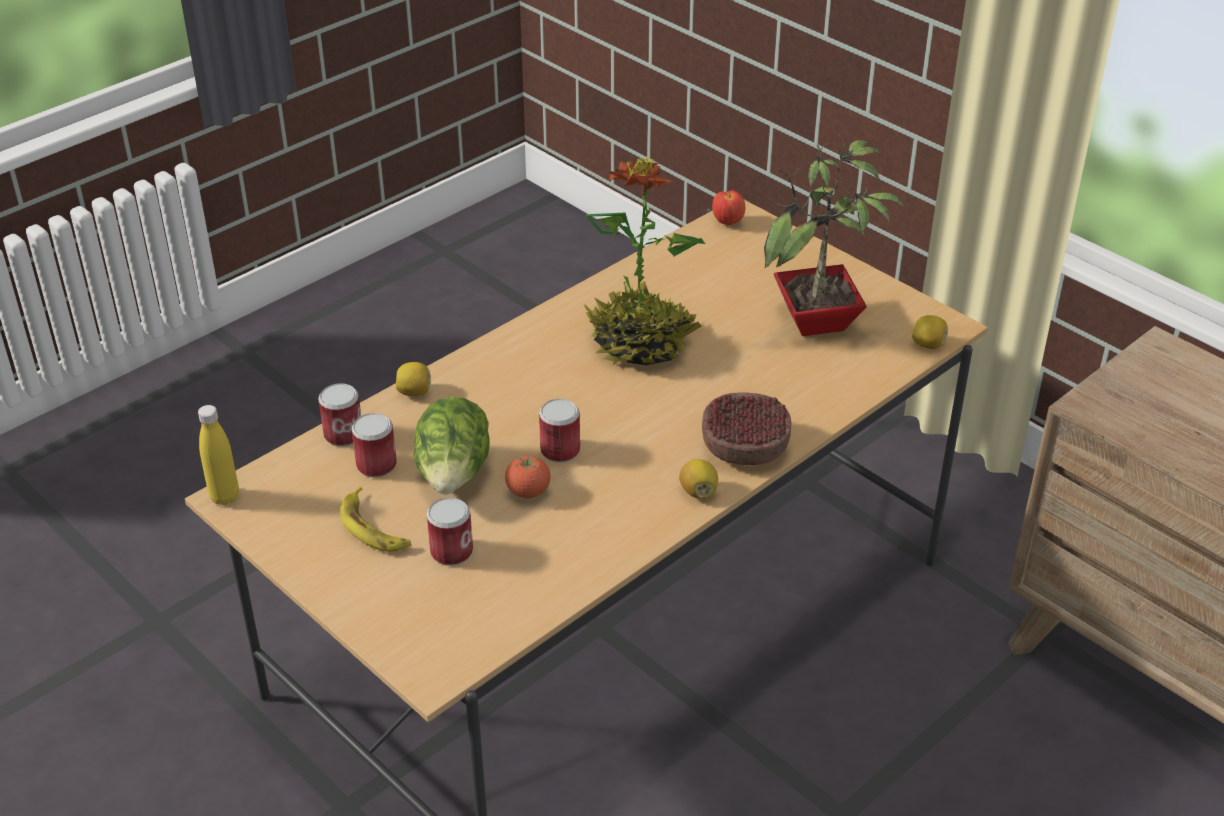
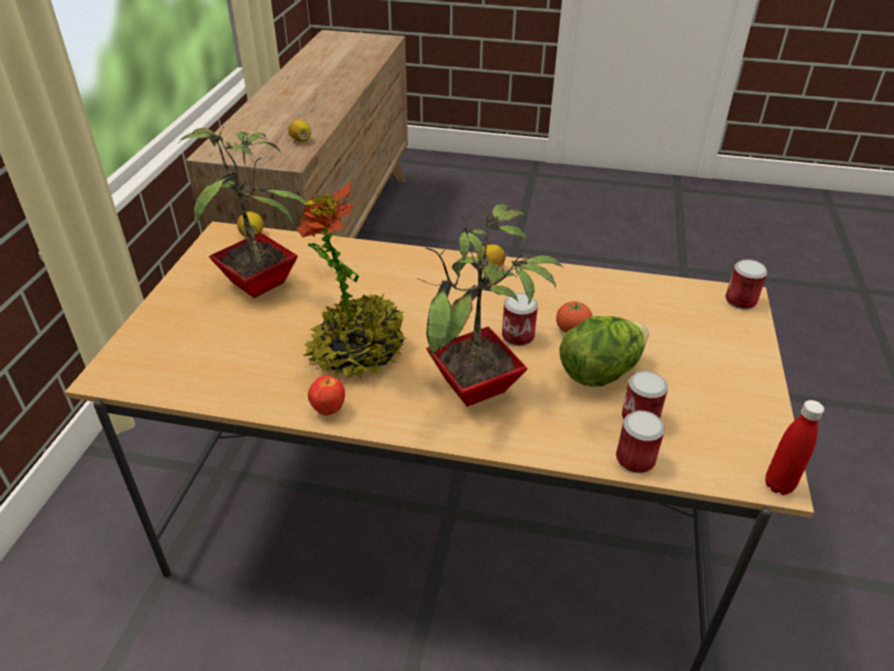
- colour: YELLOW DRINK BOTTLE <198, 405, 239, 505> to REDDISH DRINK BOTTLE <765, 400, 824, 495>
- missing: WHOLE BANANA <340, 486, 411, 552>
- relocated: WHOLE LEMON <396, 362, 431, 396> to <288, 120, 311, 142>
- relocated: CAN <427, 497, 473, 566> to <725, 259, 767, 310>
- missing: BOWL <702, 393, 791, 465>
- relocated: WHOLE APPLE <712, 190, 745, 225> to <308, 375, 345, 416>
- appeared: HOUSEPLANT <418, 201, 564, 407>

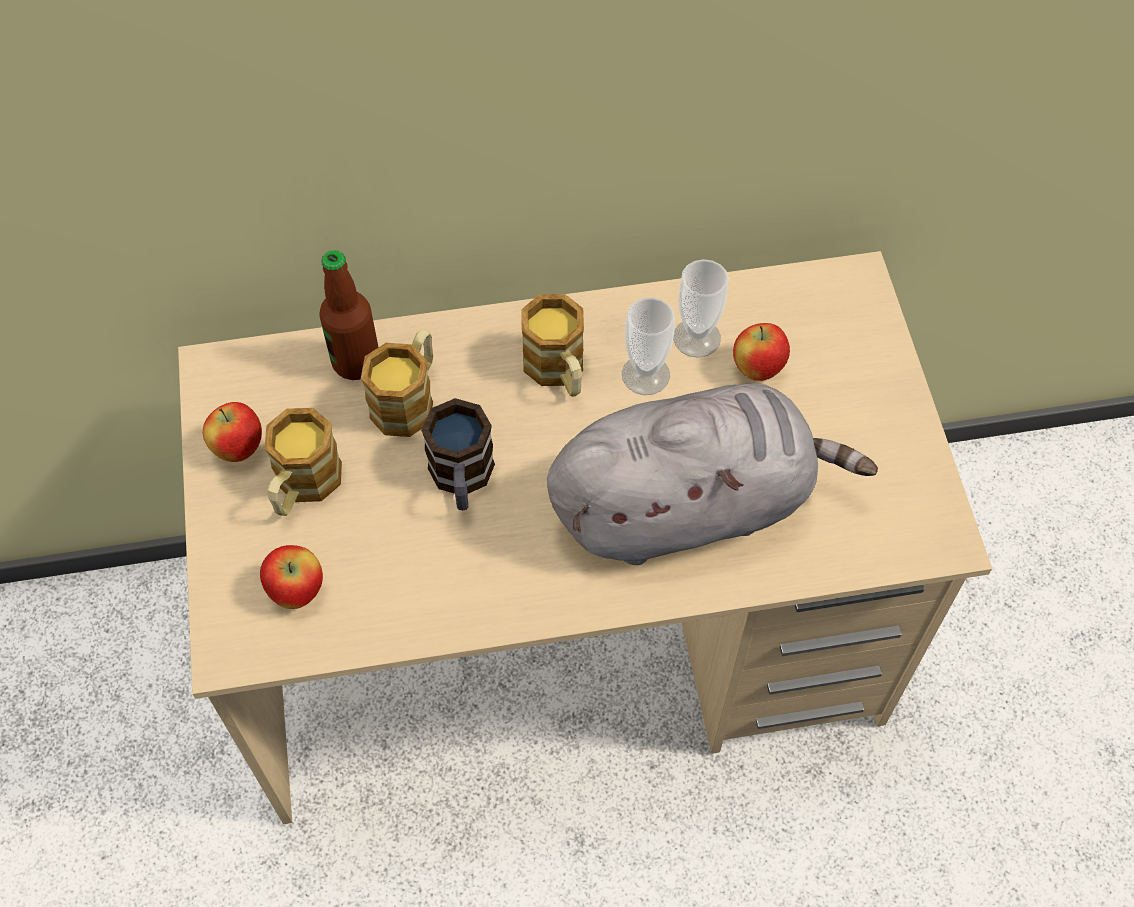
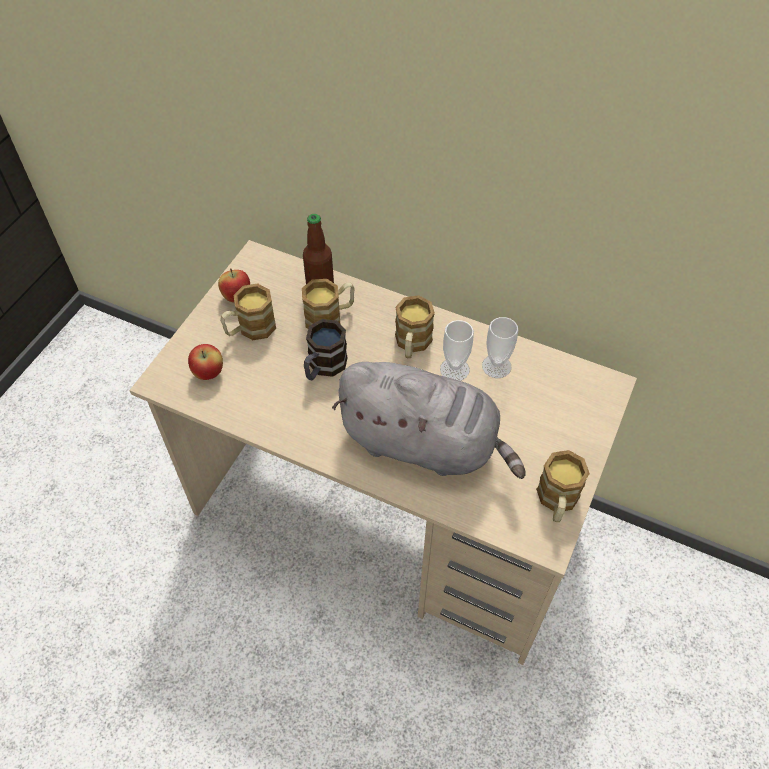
- missing: WHOLE APPLE <733, 323, 790, 381>
- appeared: MUG <536, 450, 590, 522>

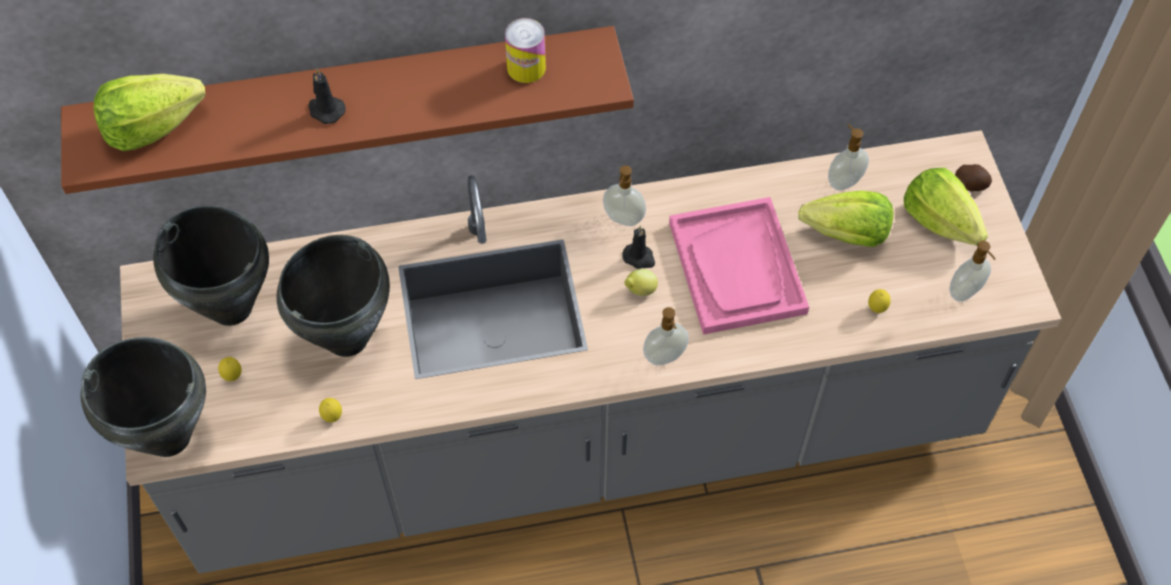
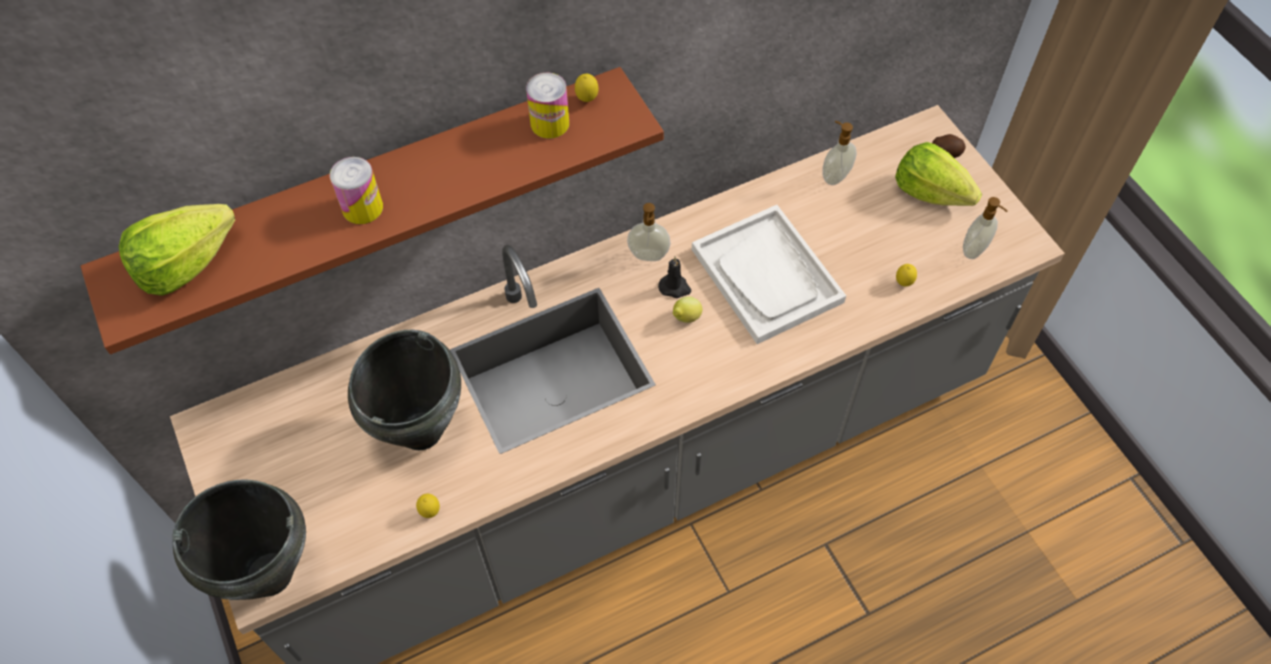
- missing: BLACK SAUCEPOT <153, 205, 269, 326>
- relocated: WHOLE LEMON <218, 357, 241, 381> to <575, 74, 599, 102>
- exchanged: BLACK CANDLE <308, 69, 346, 124> to CAN <330, 157, 383, 224>
- missing: LIQUID SOAP BOTTLE <643, 307, 689, 365>
- colour: PINK-COLOURED CARRYING TRAY <669, 197, 809, 335> to WHITISH CARRYING TRAY <692, 205, 846, 344>
- missing: HEAD OF LETTUCE <798, 191, 893, 247>

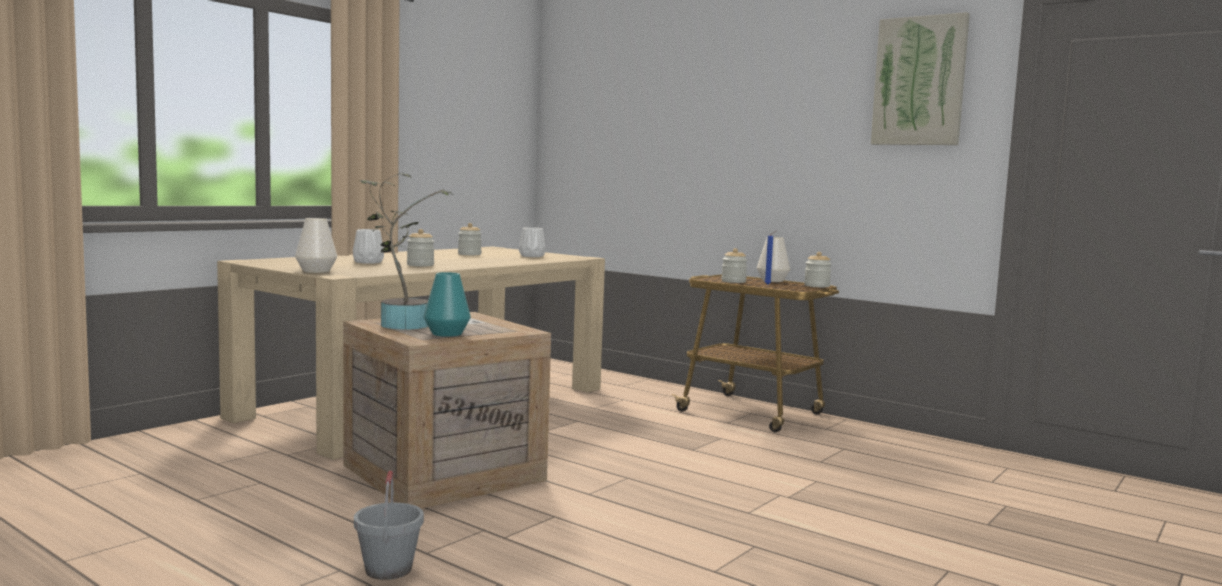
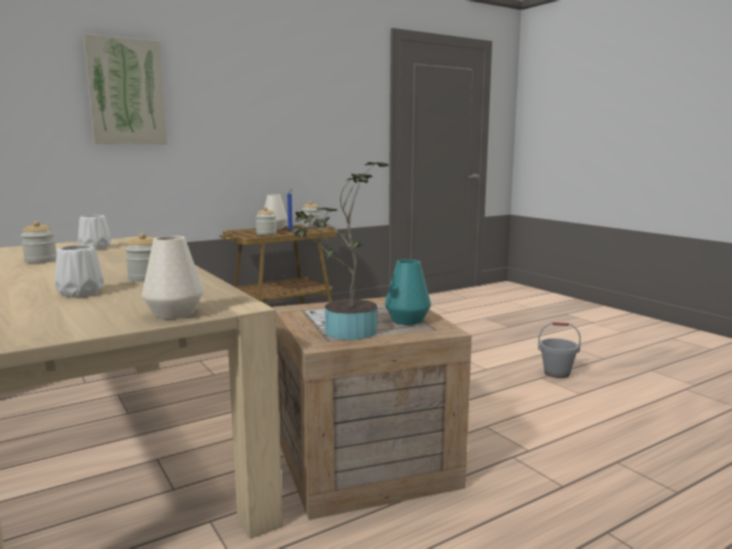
- relocated: GREYISH BUCKET <354, 470, 424, 580> to <538, 322, 581, 378>
- relocated: WALL PICTURE <871, 12, 970, 145> to <83, 34, 167, 144>

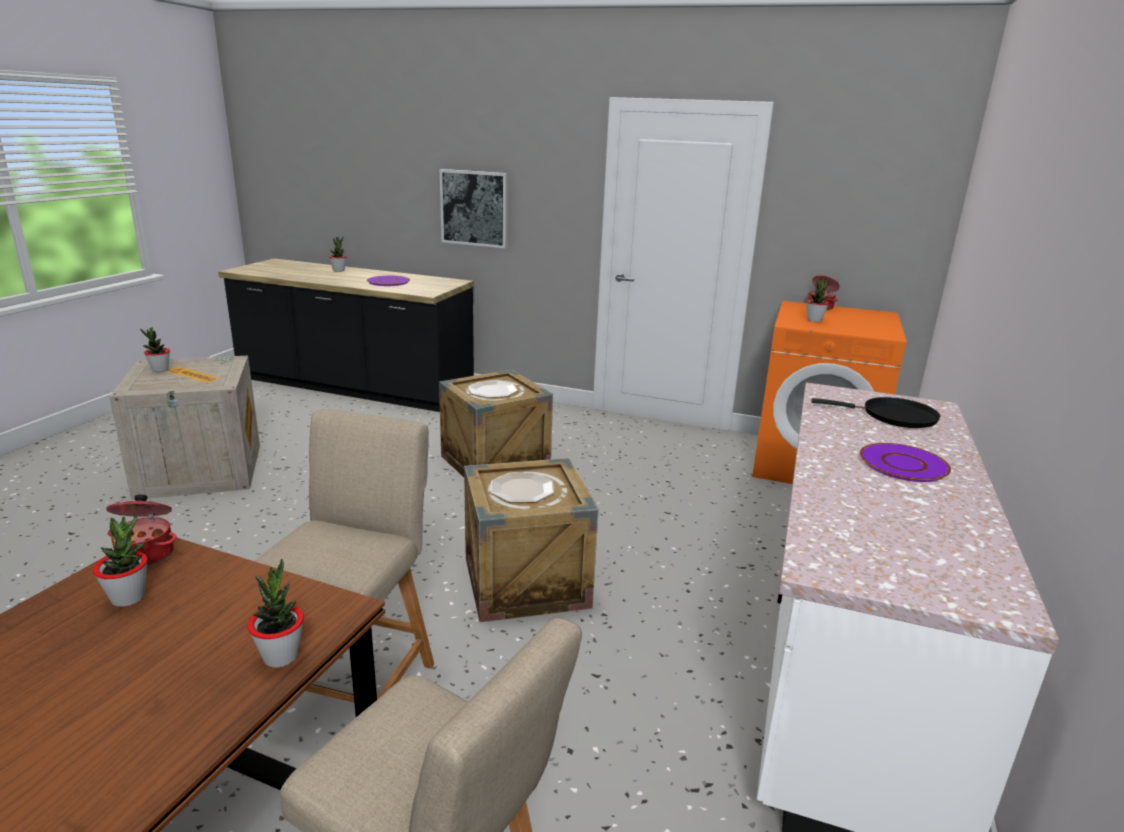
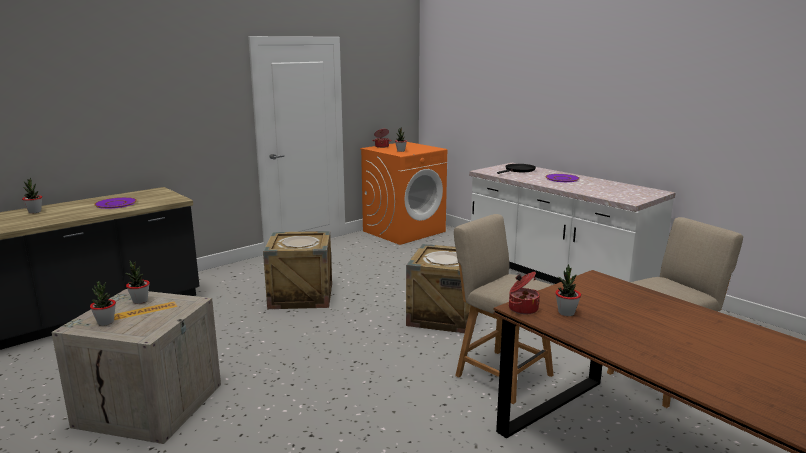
- relocated: HOUSEPLANT <247, 559, 304, 668> to <125, 260, 150, 304>
- missing: WALL PICTURE <440, 169, 508, 248>

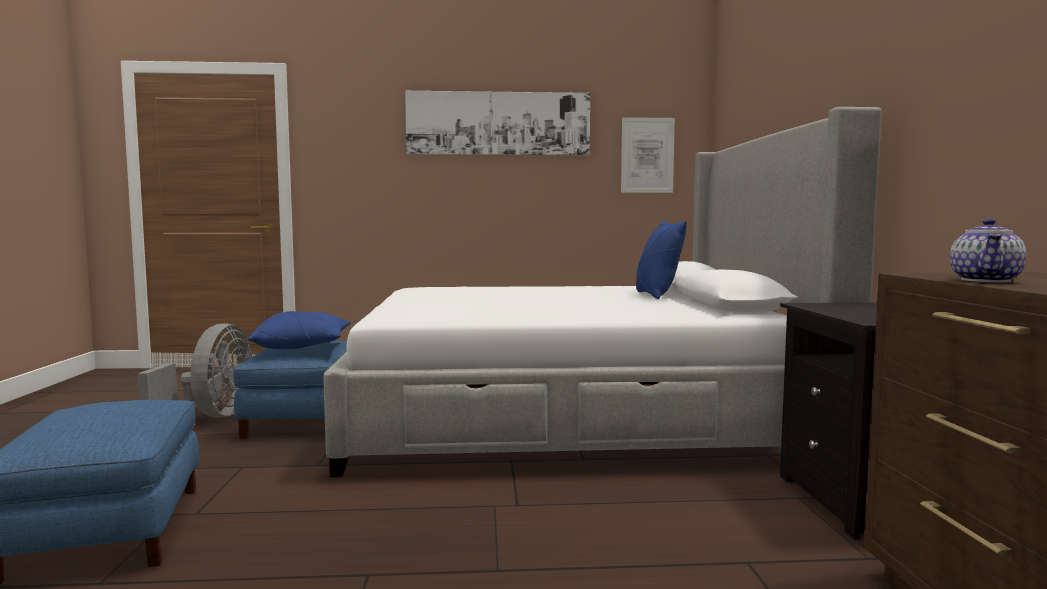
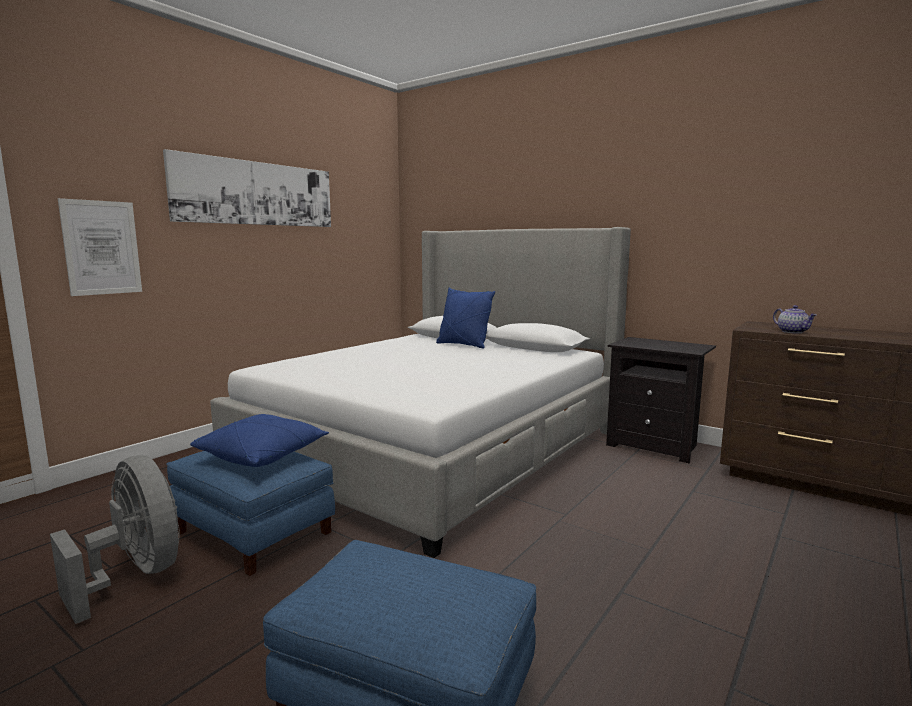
- relocated: WALL PICTURE <621, 117, 675, 193> to <58, 198, 142, 296>

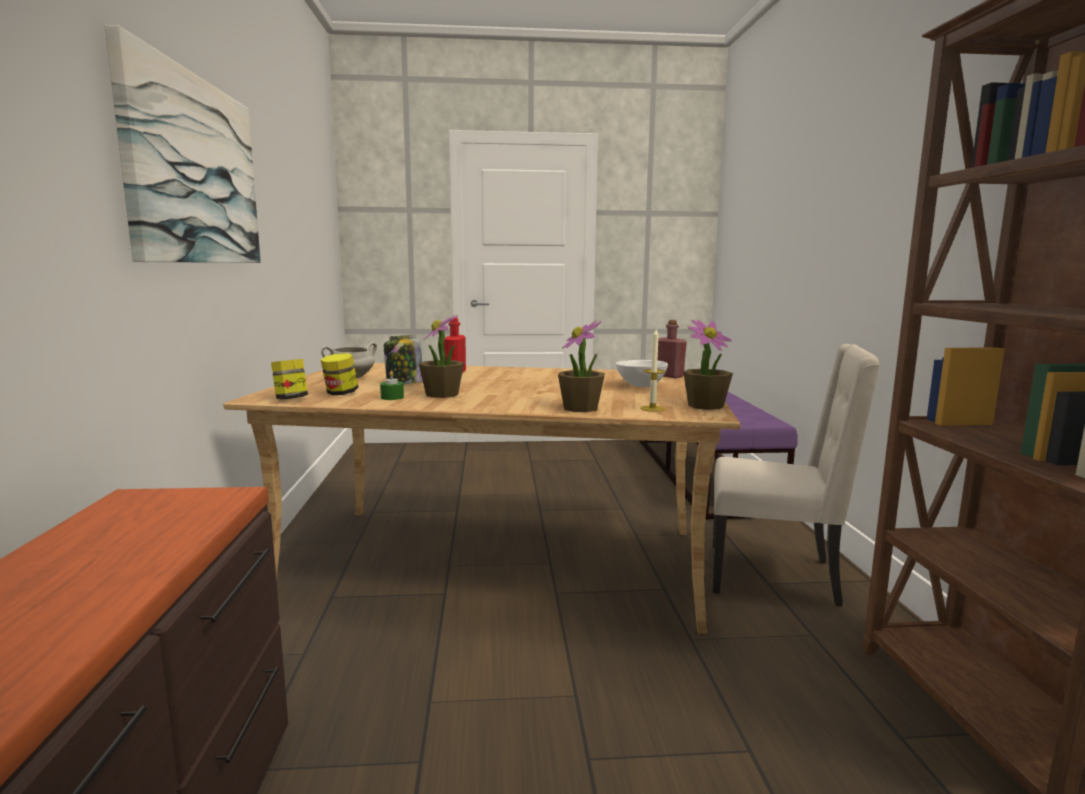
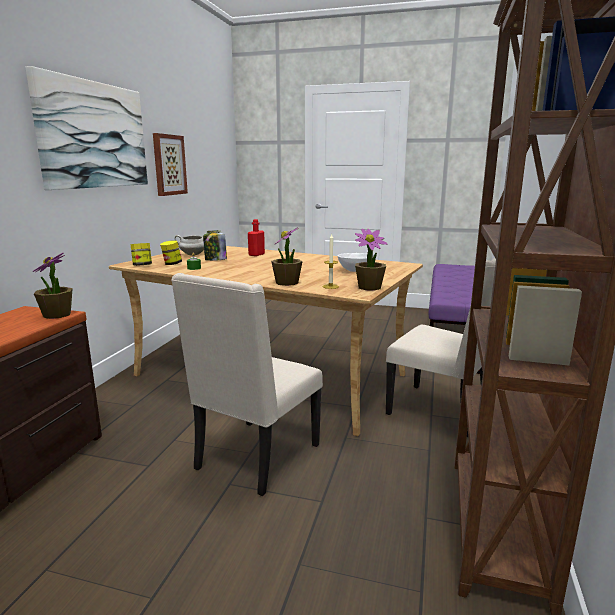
- relocated: HOUSEPLANT <419, 314, 464, 398> to <33, 253, 73, 319>
- missing: REDDISH DRINK BOTTLE <657, 320, 687, 378>
- appeared: WALL PICTURE <153, 133, 188, 196>
- appeared: BEIGE UPRIGHT CHAIR <171, 273, 323, 496>

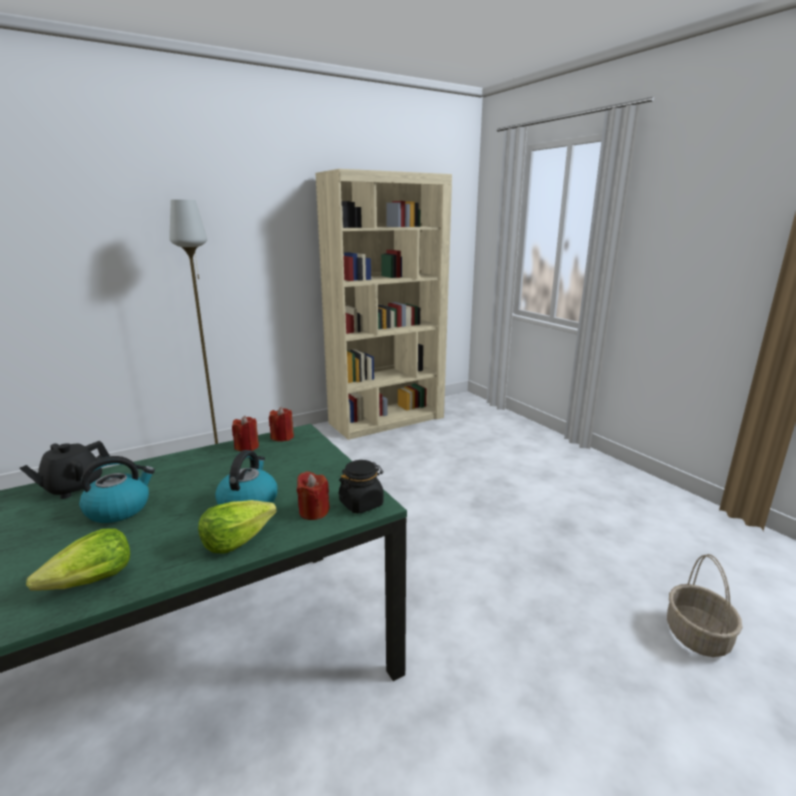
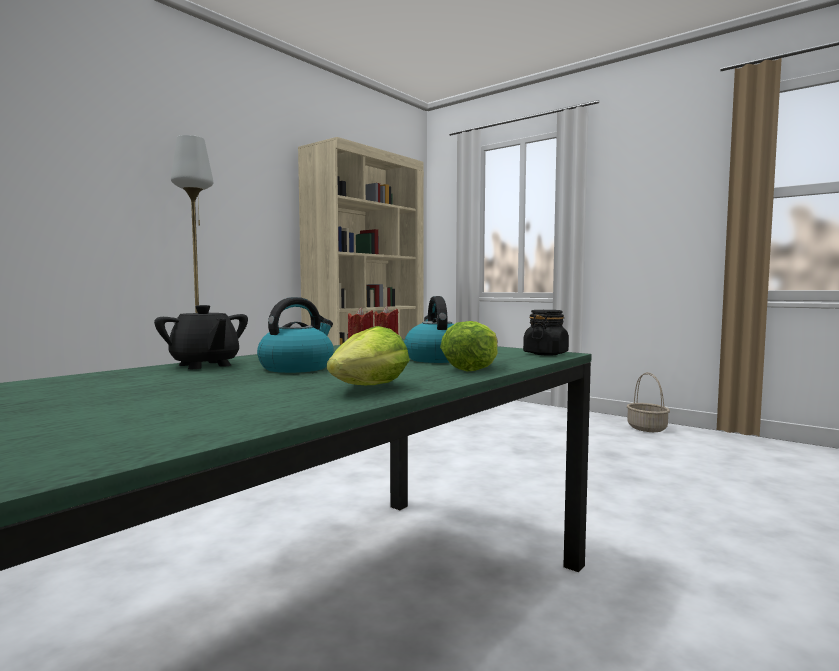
- spun: BLACK TEAPOT <20, 441, 110, 499> = <154, 305, 248, 369> 60 degrees counterclockwise
- missing: REDDISH CANDLE <297, 471, 330, 520>
- relocated: HOUSEHOLD BASKET <667, 554, 743, 657> to <627, 372, 670, 432>

